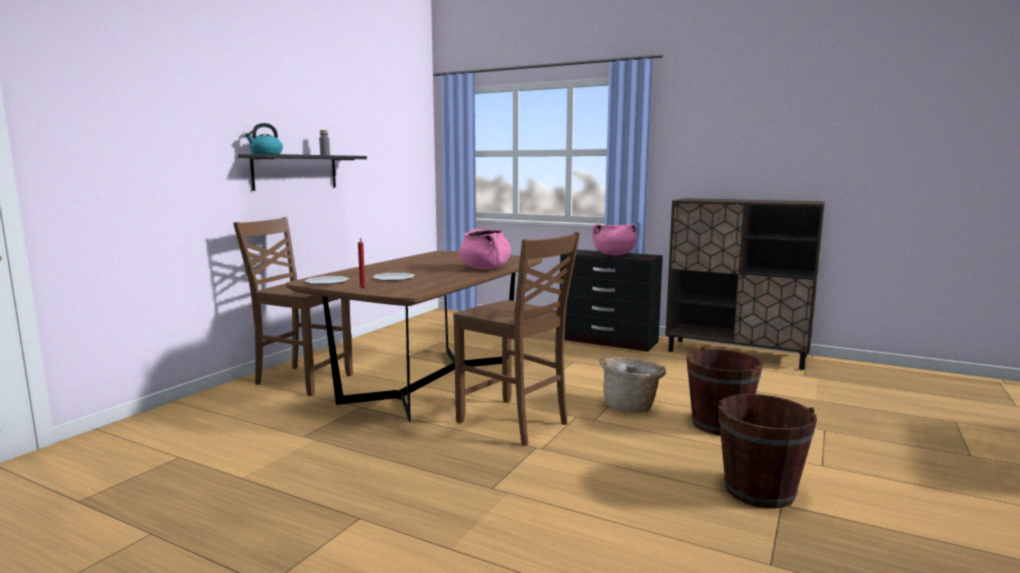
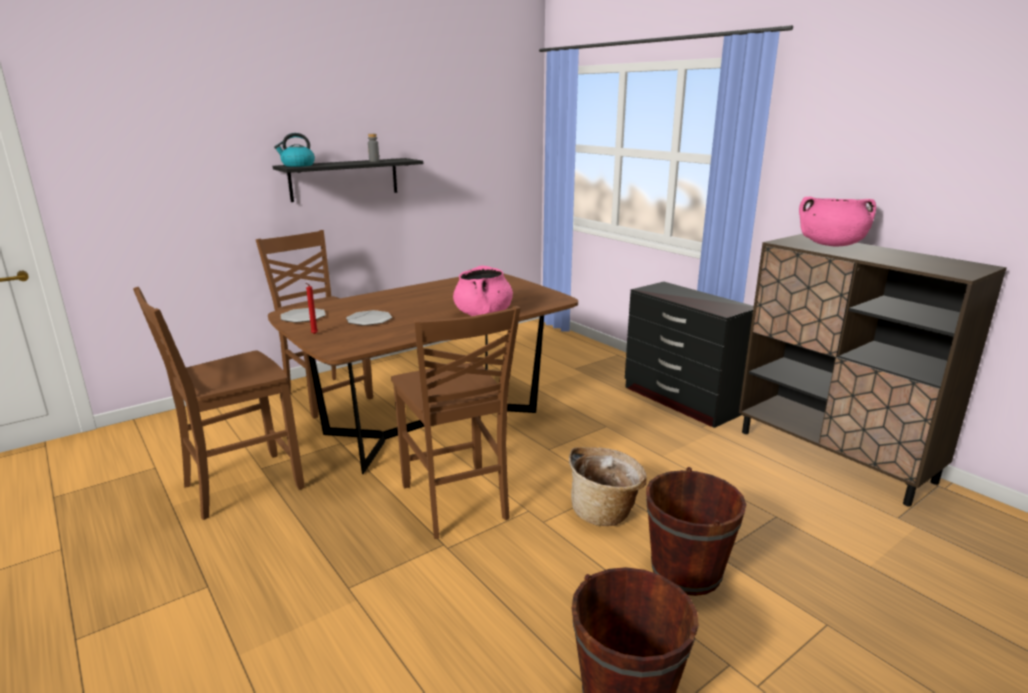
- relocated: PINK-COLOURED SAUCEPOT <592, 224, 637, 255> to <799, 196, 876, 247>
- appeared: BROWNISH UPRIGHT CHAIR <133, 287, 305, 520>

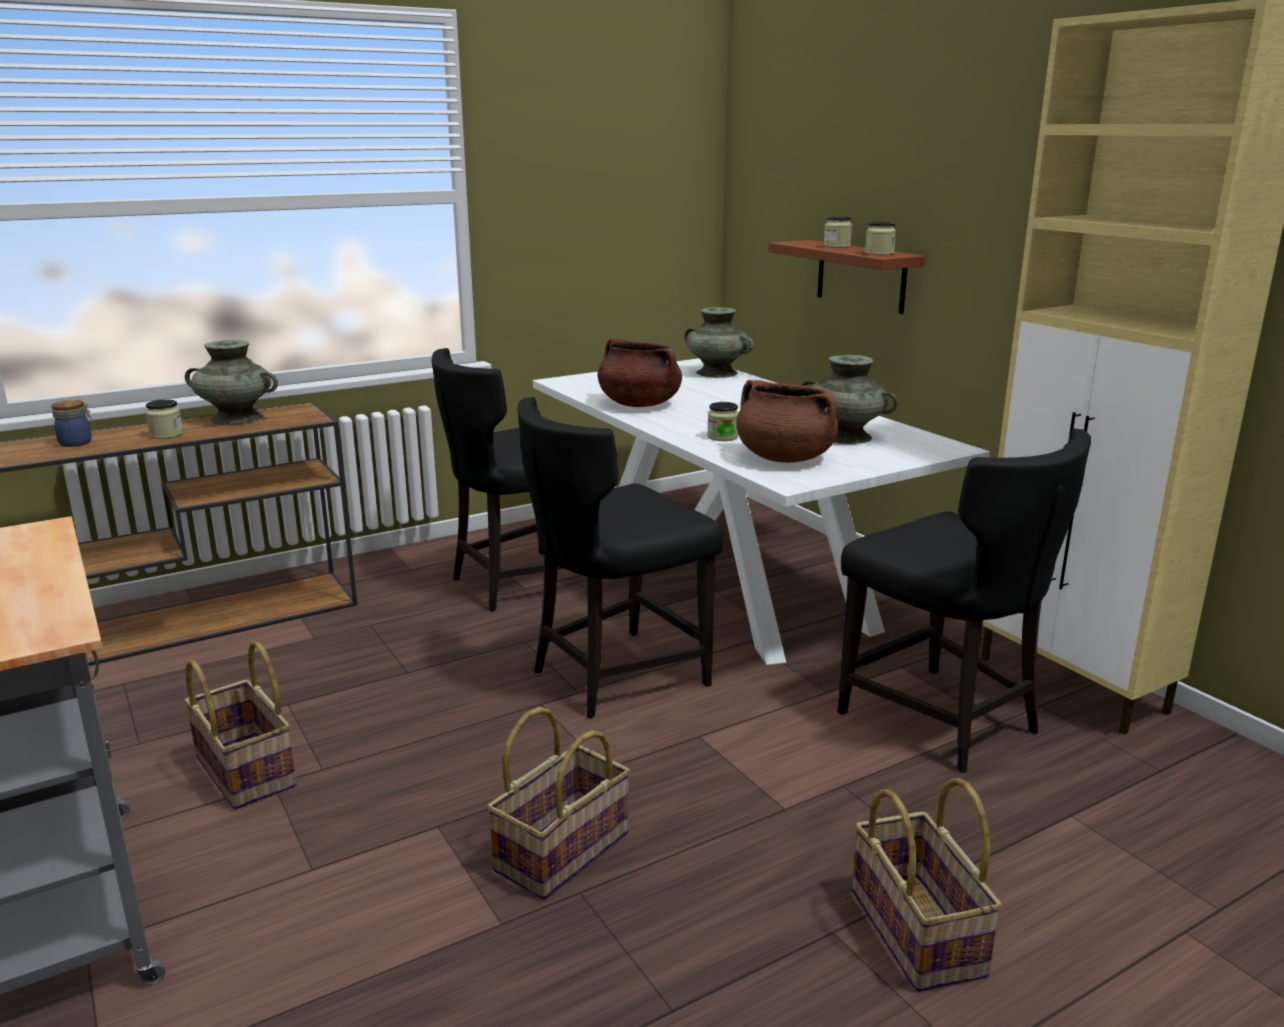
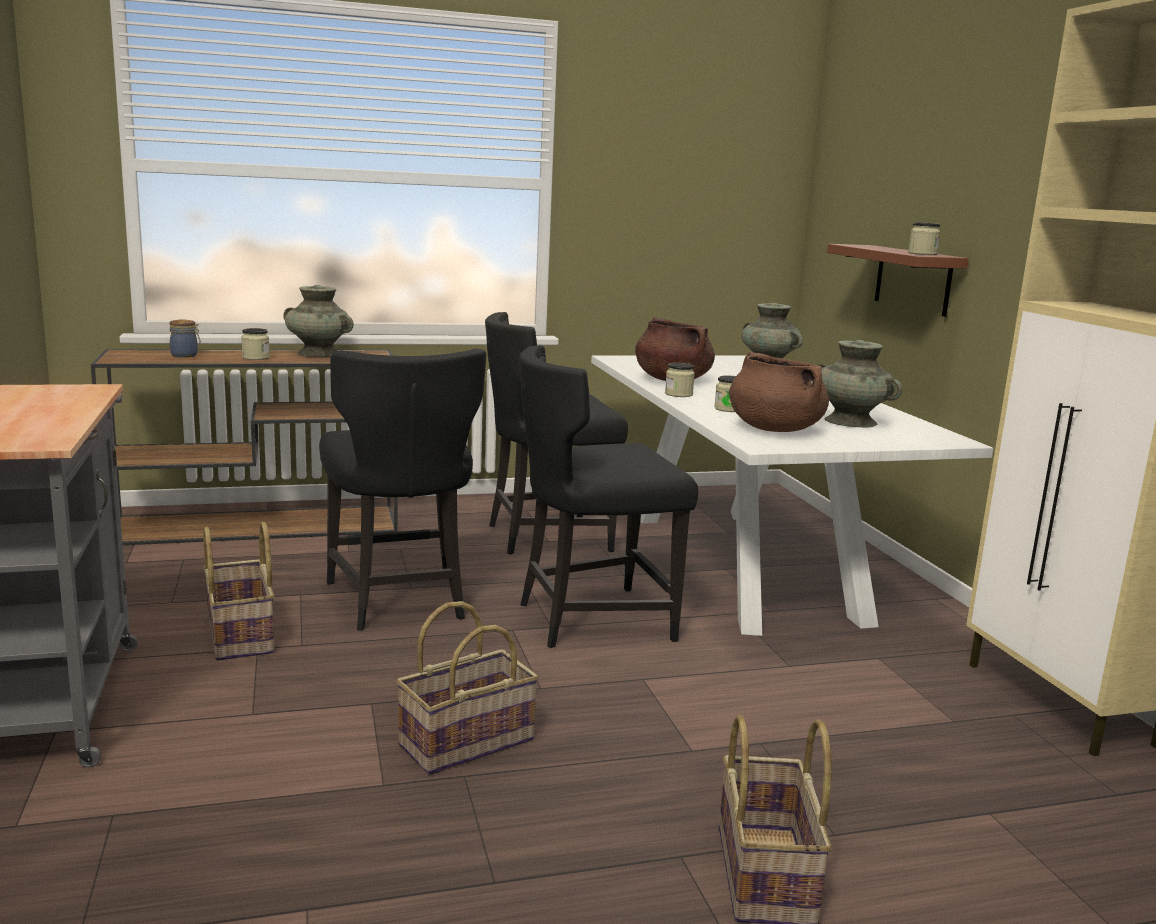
- relocated: JAR <824, 216, 852, 248> to <665, 363, 695, 397>
- relocated: BLACK UPRIGHT CHAIR <837, 429, 1091, 773> to <319, 348, 486, 631>

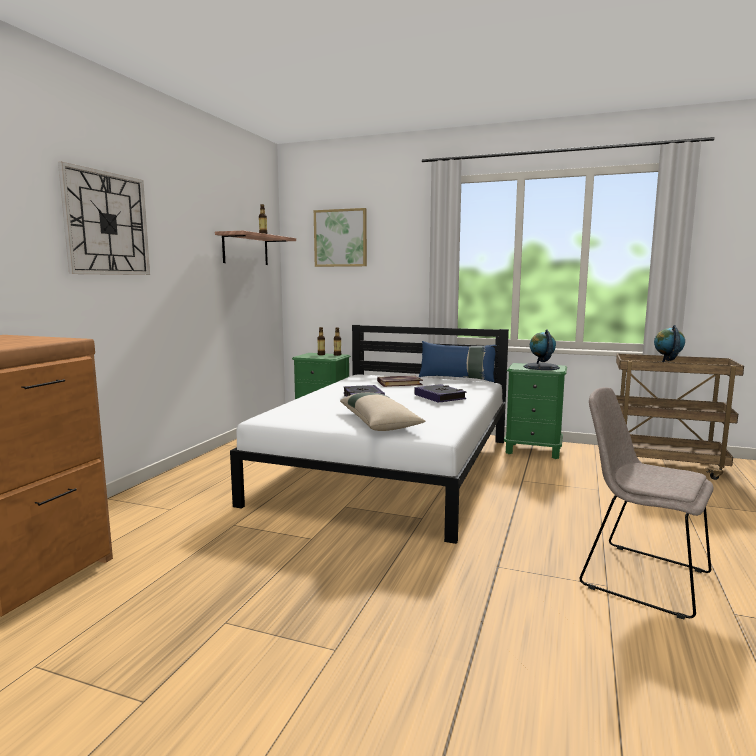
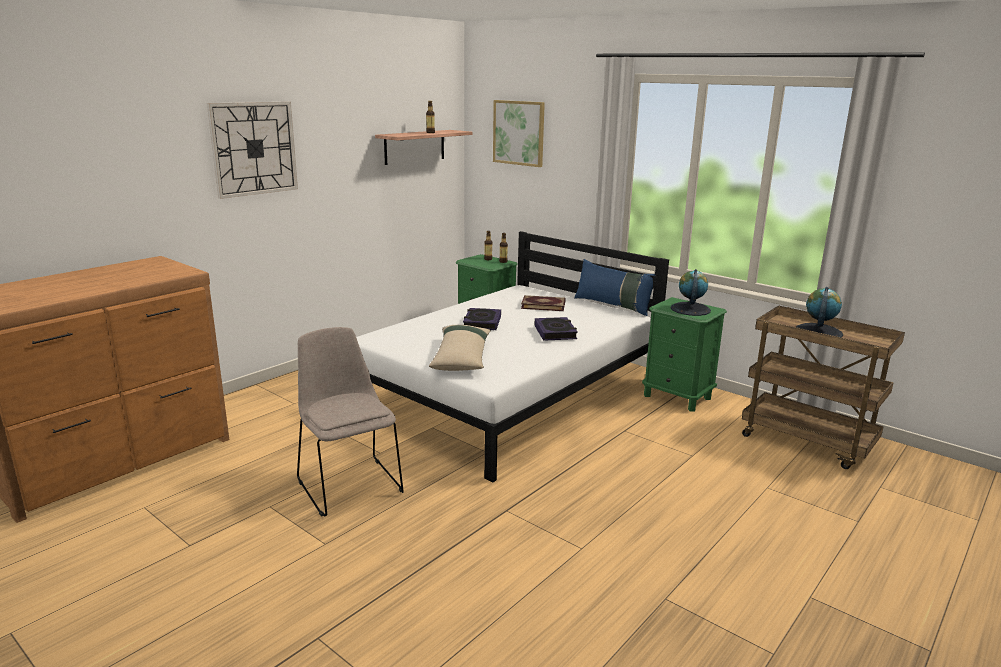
- relocated: BEIGE UPRIGHT CHAIR <580, 387, 714, 620> to <297, 327, 404, 516>

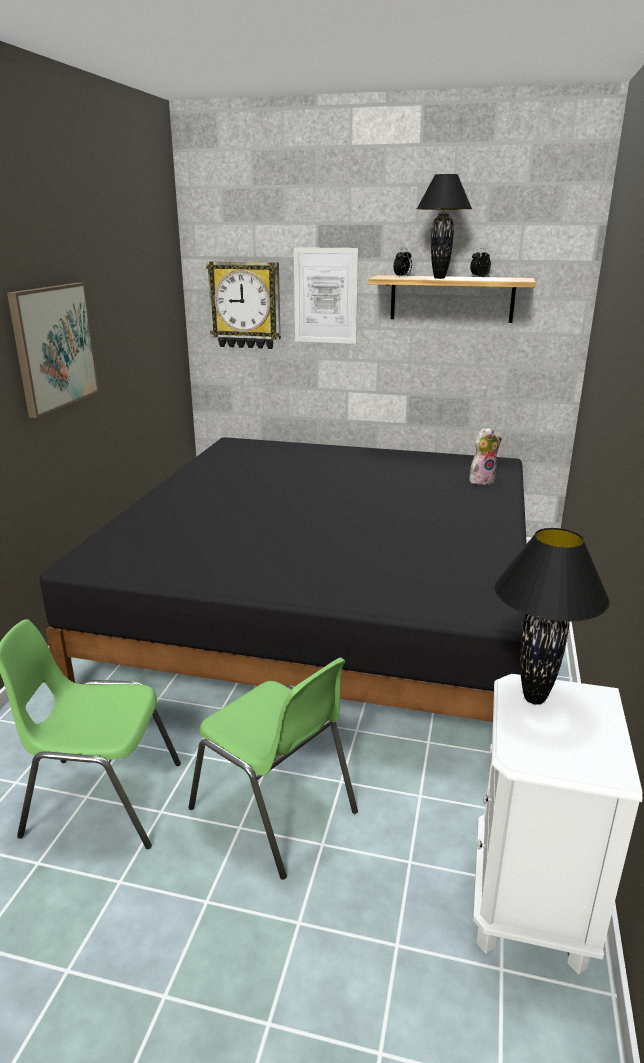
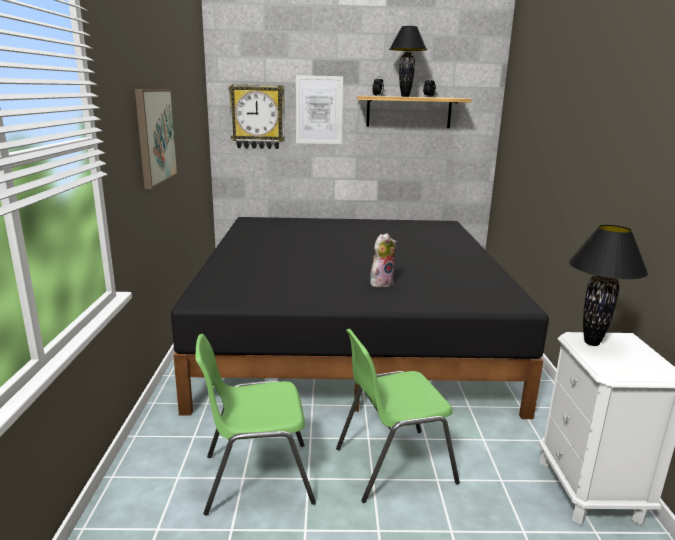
- spun: GREEN-COLOURED UPRIGHT CHAIR <188, 658, 358, 880> = <336, 329, 460, 503> 135 degrees clockwise
- relocated: CUDDLY TOY <469, 427, 502, 485> to <370, 233, 397, 287>

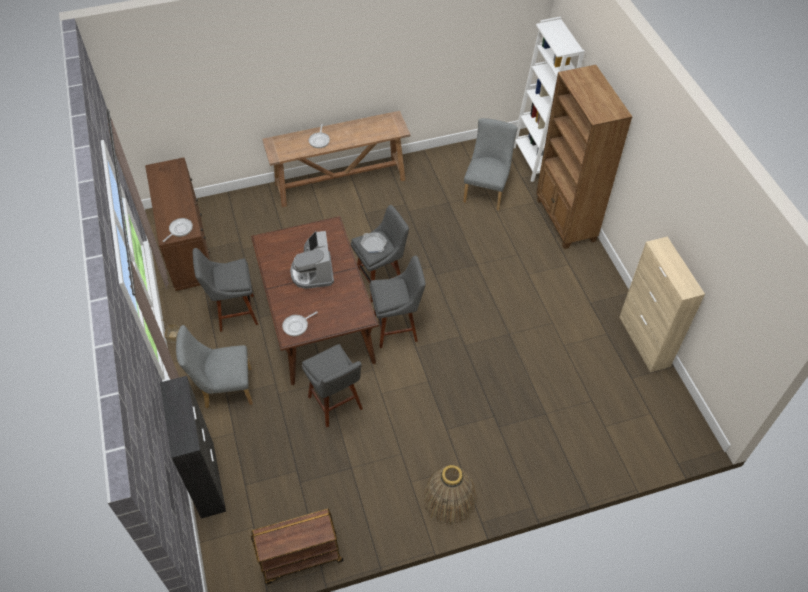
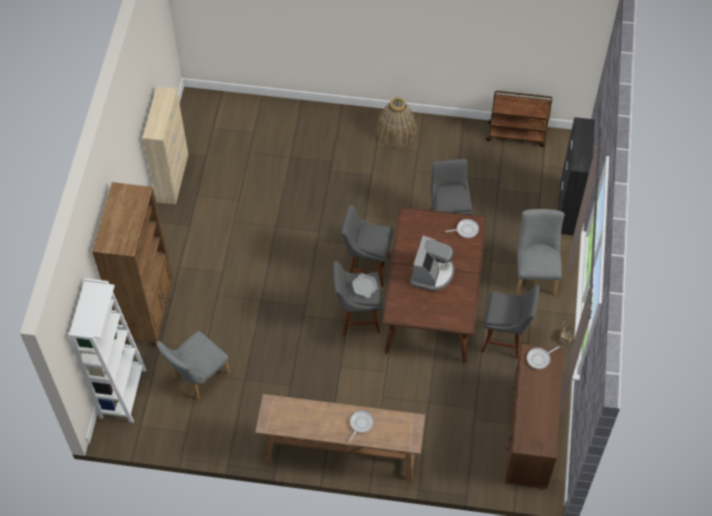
- spun: GREYISH UPRIGHT CHAIR <176, 325, 253, 409> = <517, 209, 565, 295> 105 degrees counterclockwise

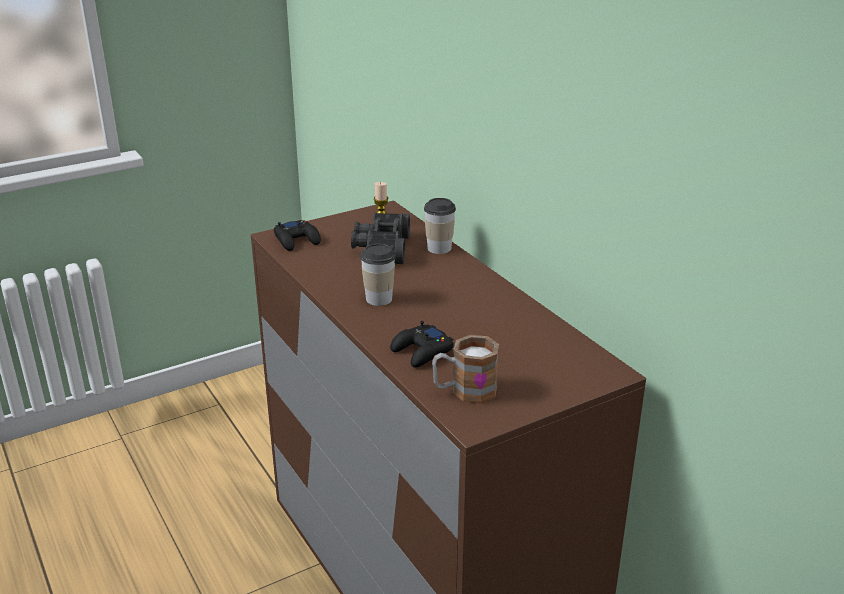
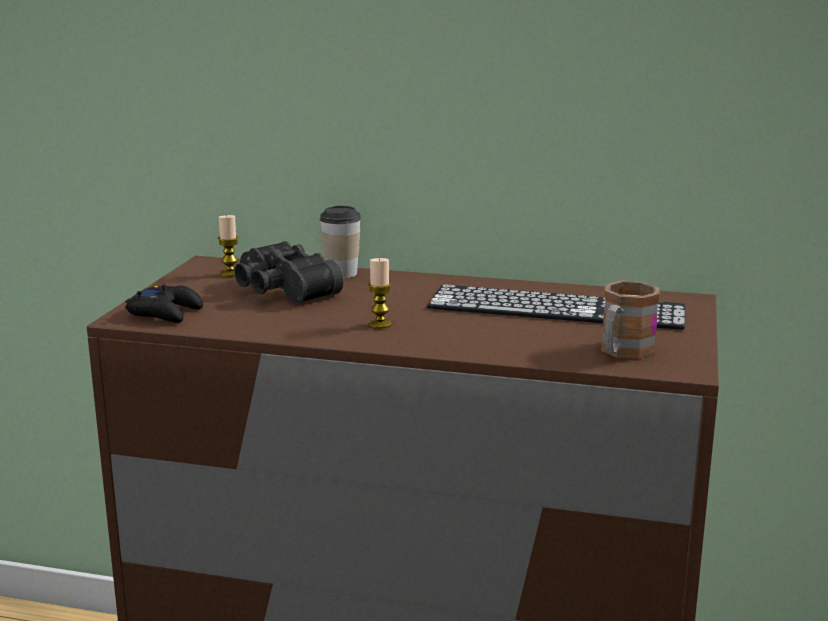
- exchanged: CUP <360, 244, 396, 306> to CANDLE <368, 257, 392, 328>
- missing: BLACK GAMEPAD <390, 321, 454, 368>
- appeared: COMPUTER KEYBOARD <427, 284, 686, 330>

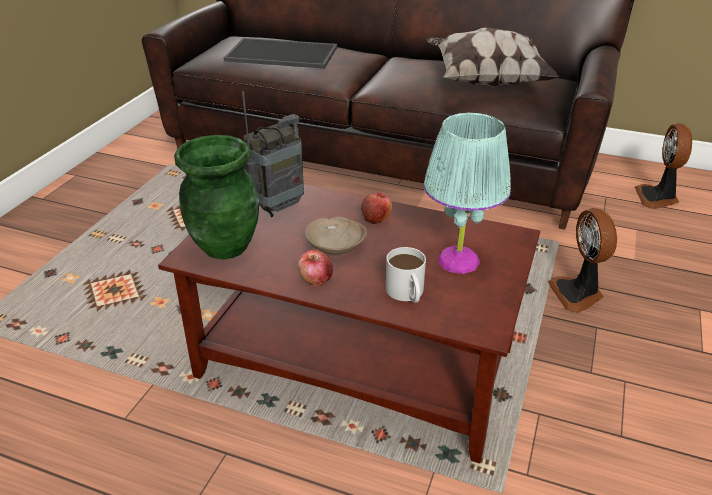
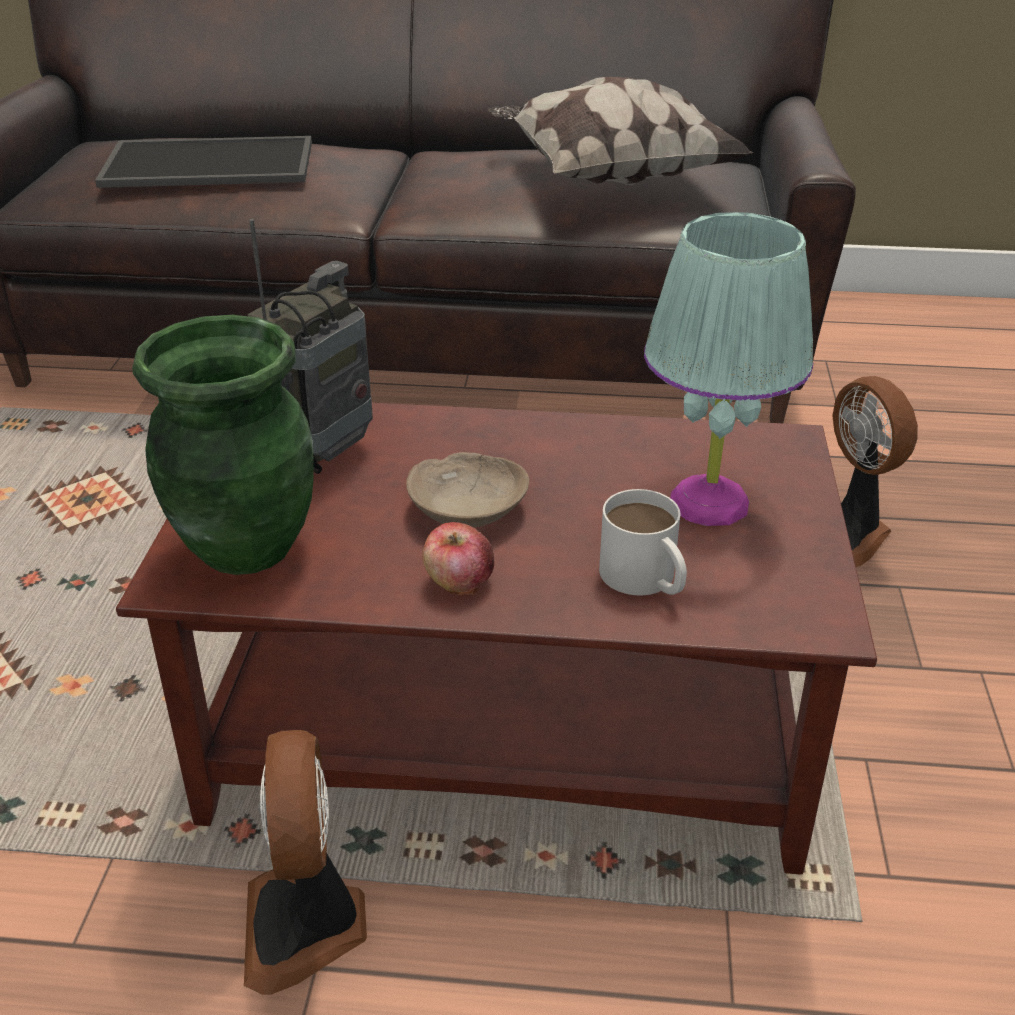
- missing: WHOLE APPLE <361, 193, 392, 224>
- relocated: FAN <635, 123, 692, 209> to <244, 730, 367, 995>

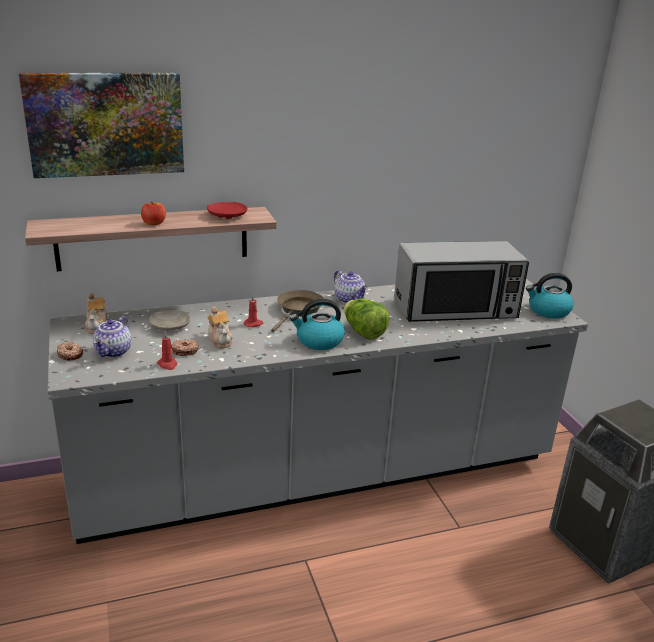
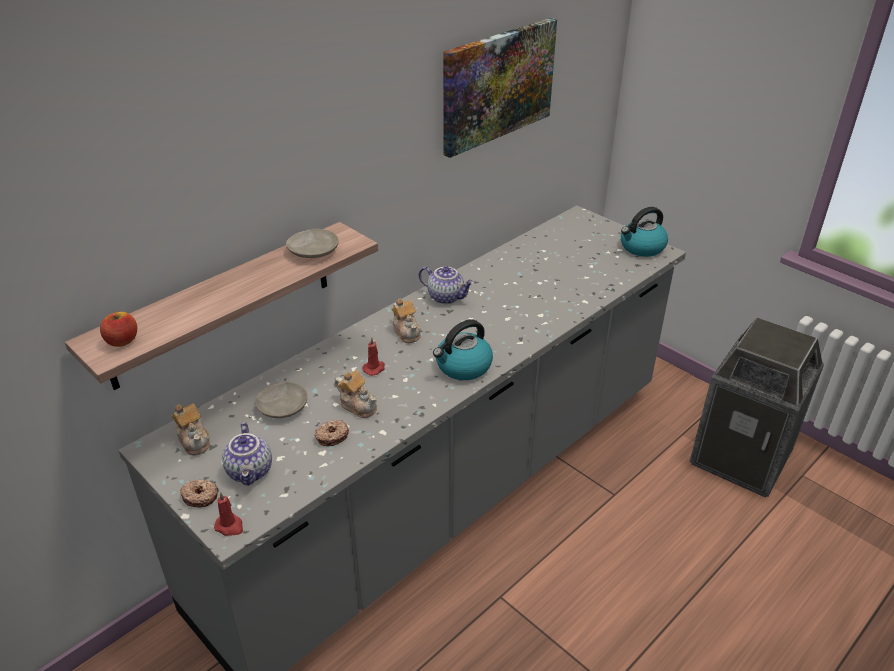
- relocated: WALL PICTURE <19, 73, 184, 178> to <443, 18, 557, 158>
- relocated: WHOLE APPLE <141, 202, 166, 225> to <100, 312, 137, 347>
- relocated: REDDISH CANDLE <157, 332, 177, 370> to <214, 492, 243, 536>
- colour: REDDISH DINNER PLATE <207, 202, 248, 219> to BEIGE DINNER PLATE <286, 229, 339, 258>
- exchanged: BROWNISH SKILLET <271, 290, 324, 332> to TEAPOT <391, 298, 421, 343>
- missing: HEAD OF LETTUCE <344, 298, 389, 340>
- missing: MICROWAVE <394, 241, 529, 322>

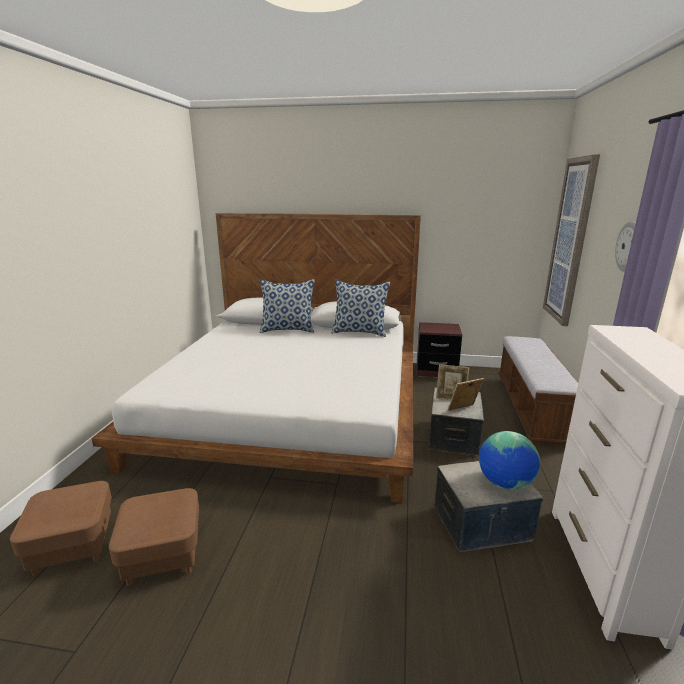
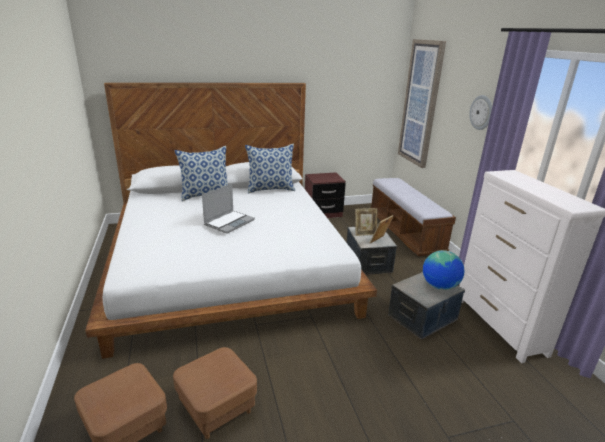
- appeared: LAPTOP <202, 184, 255, 234>

